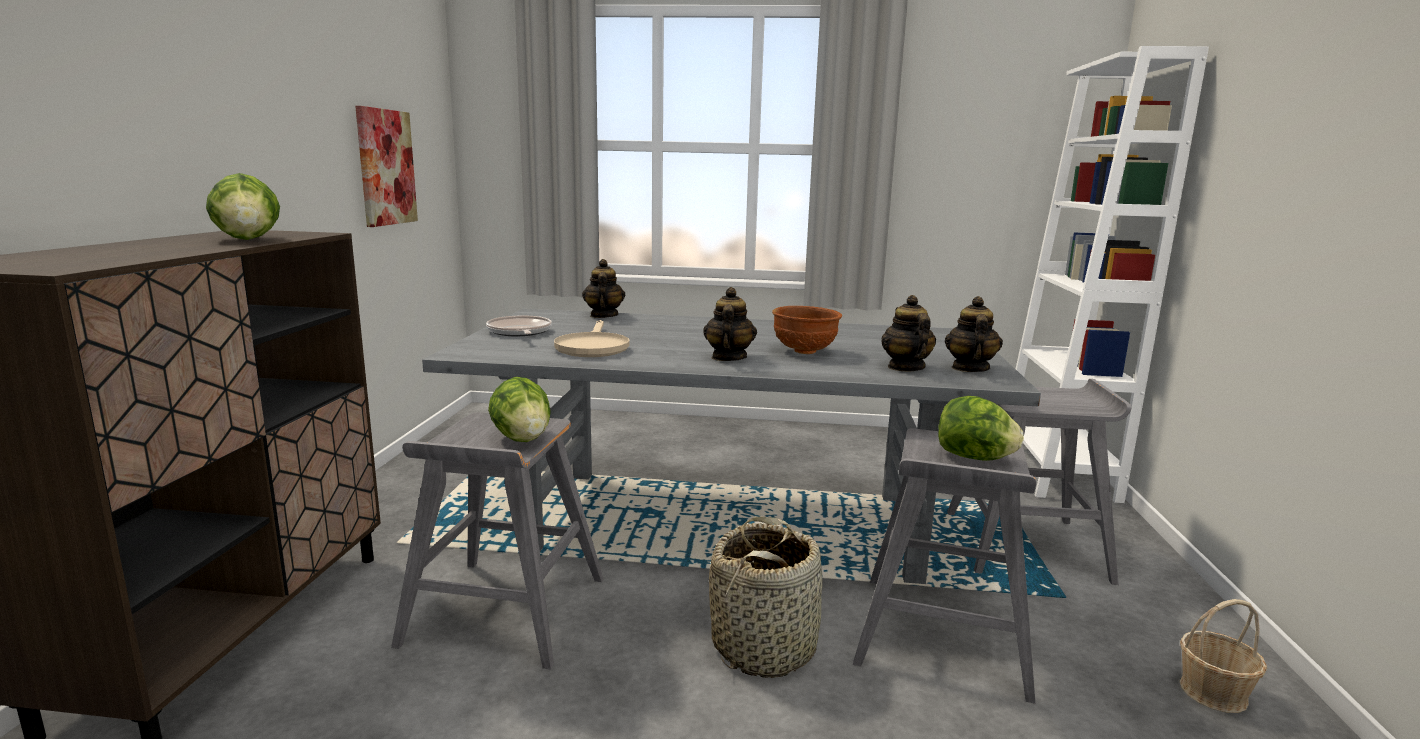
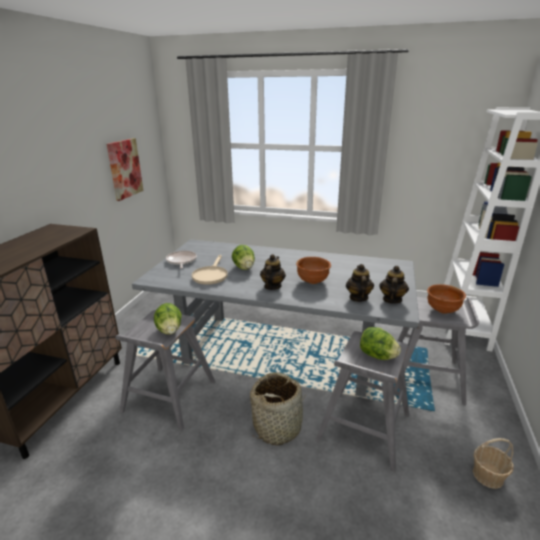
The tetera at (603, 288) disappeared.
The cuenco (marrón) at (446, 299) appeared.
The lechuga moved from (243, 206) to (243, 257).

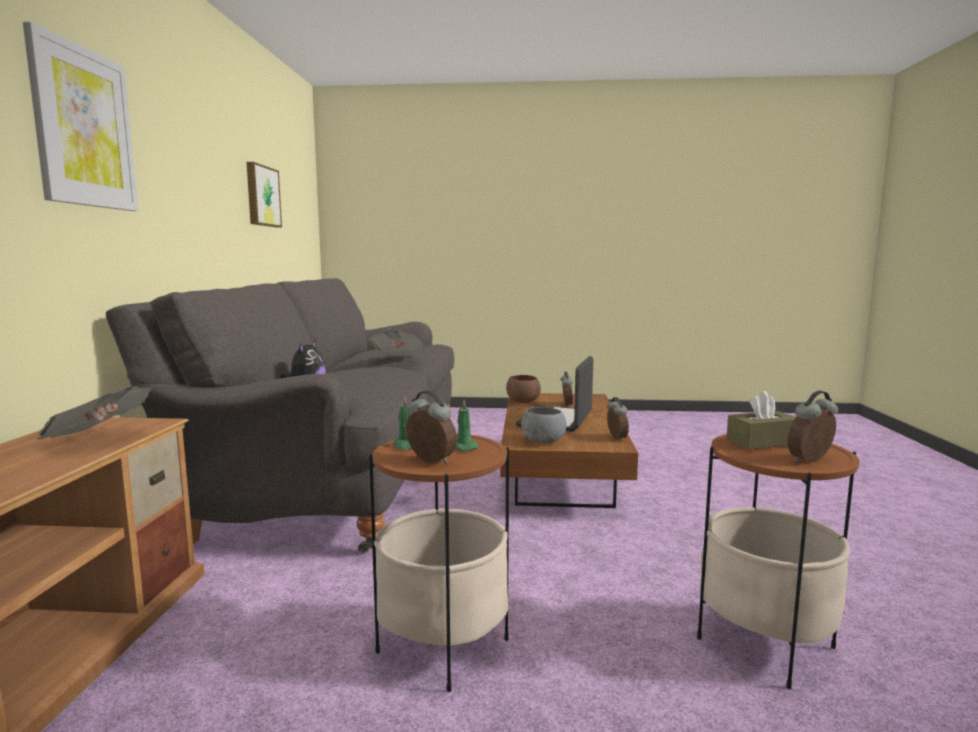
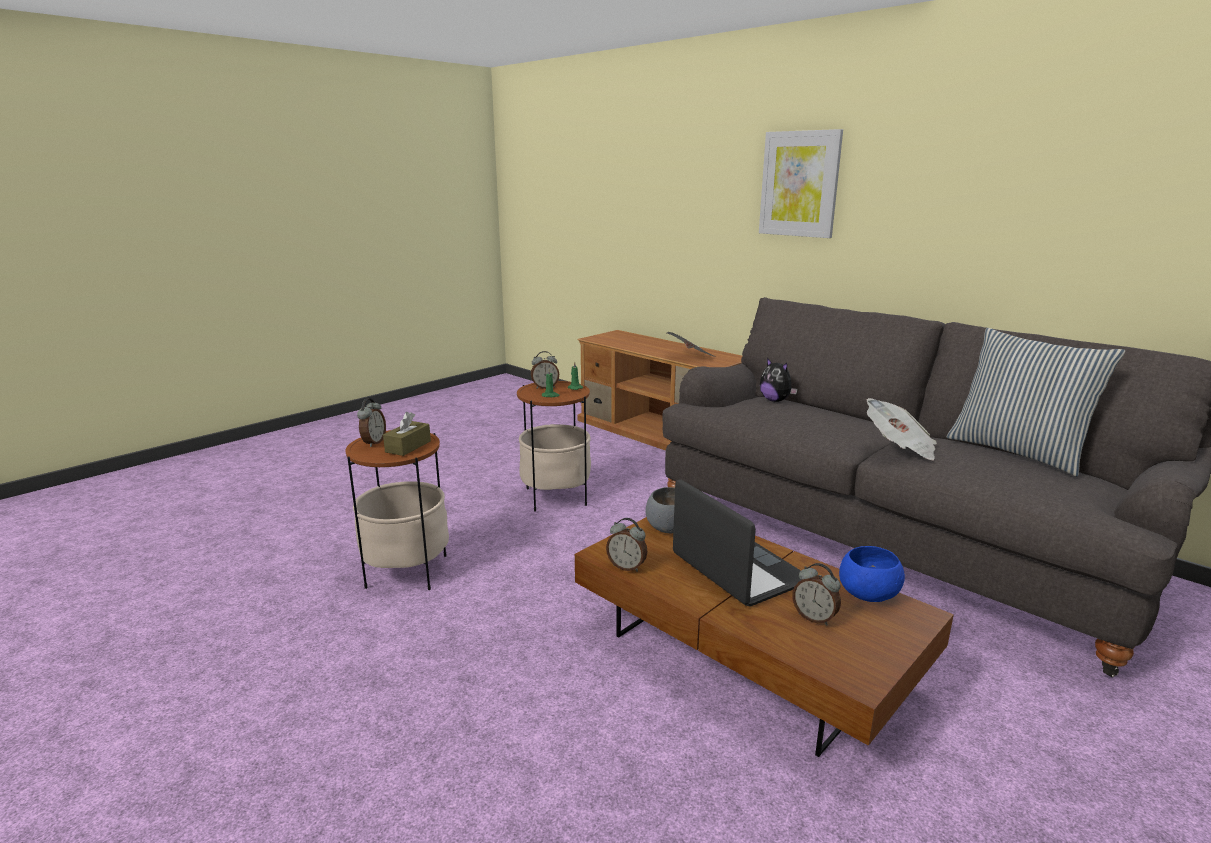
The cuadro at (264, 194) disappeared.
The cojín at (1036, 402) appeared.
The cuenco (marrón) at (523, 389) became the cuenco (azul) at (872, 574).

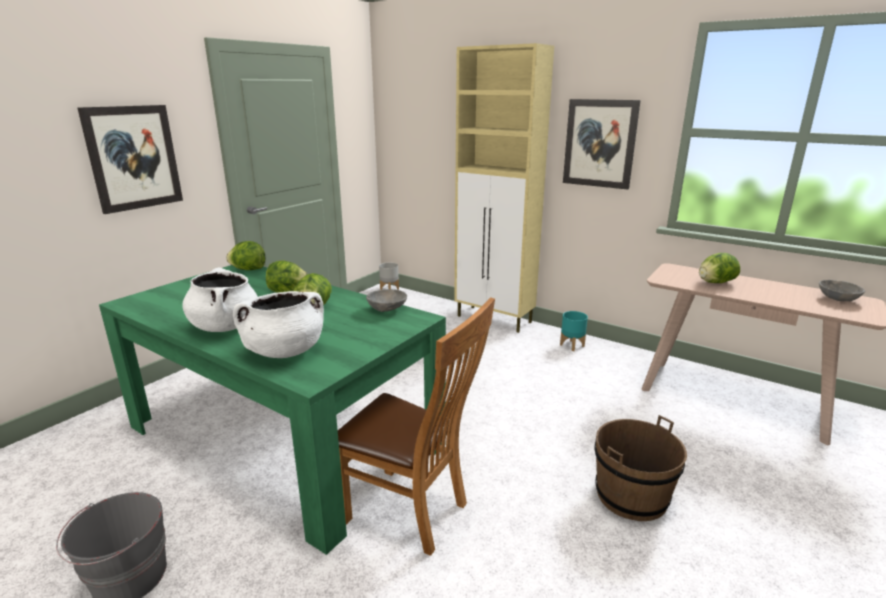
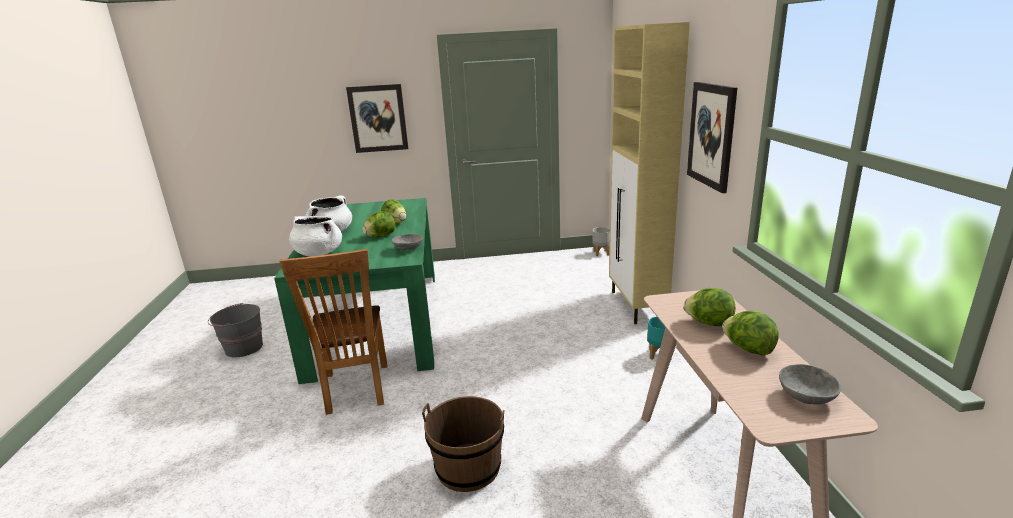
The lechuga moved from (245, 255) to (750, 333).

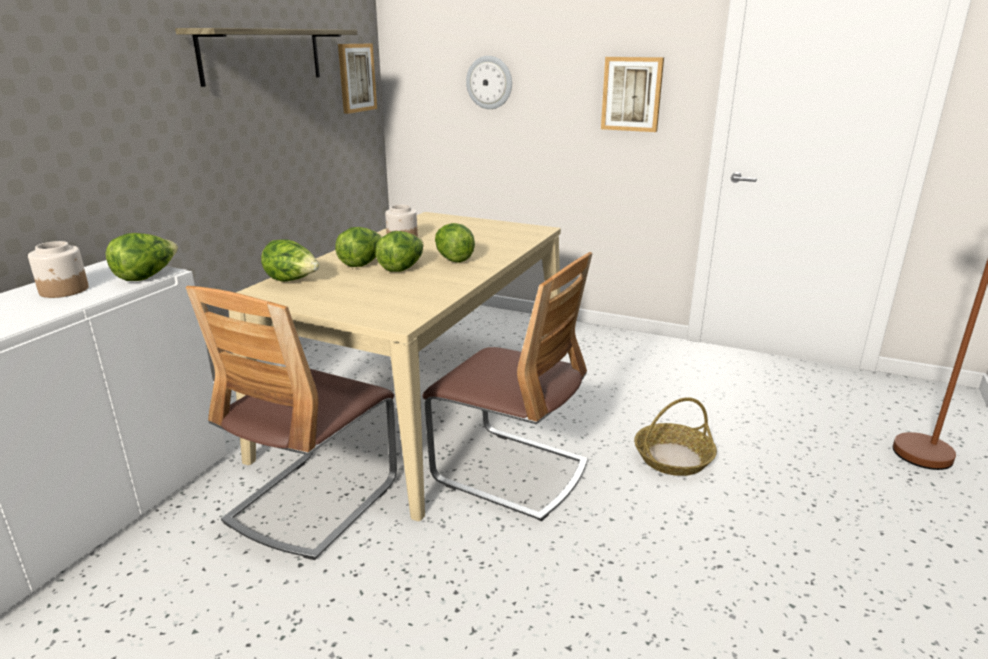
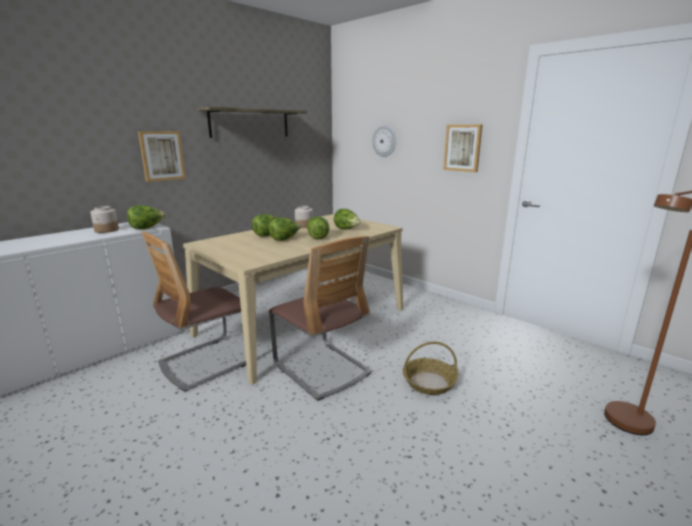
The lechuga moved from (290, 260) to (347, 219).
The cuadro moved from (357, 79) to (162, 156).

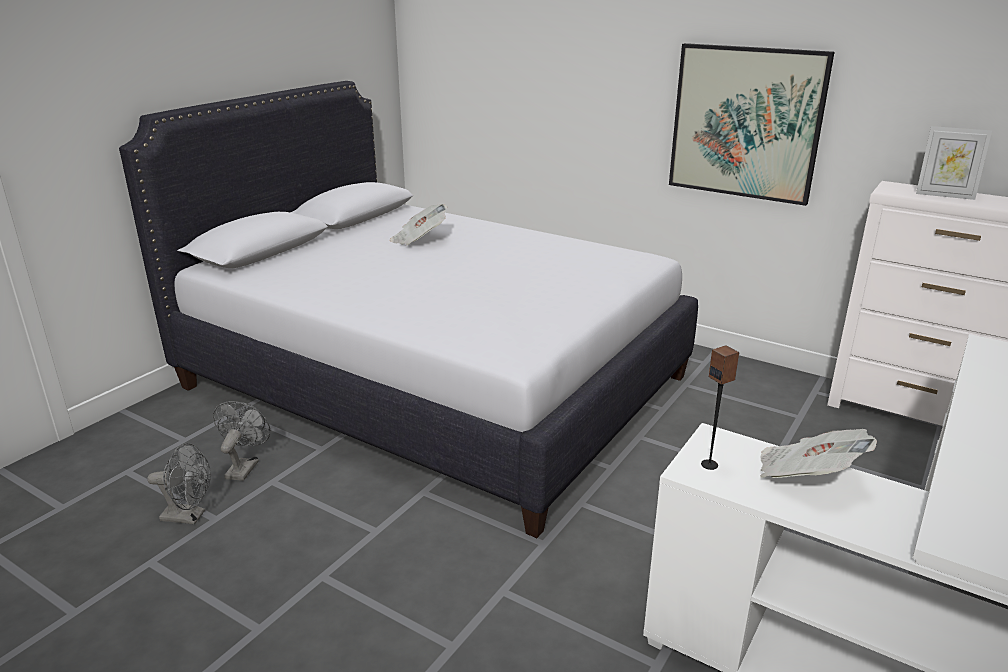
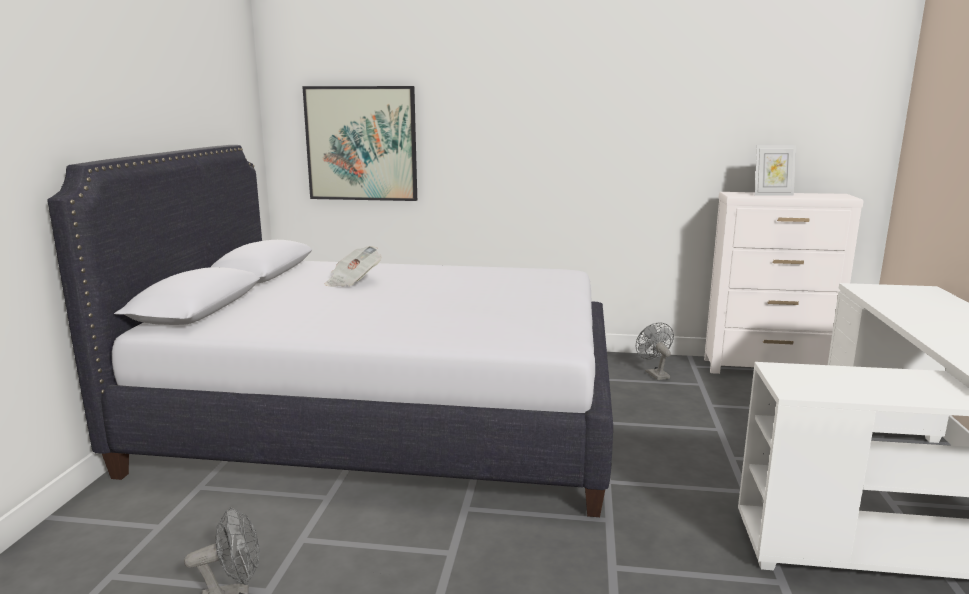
The altavoz at (720, 407) disappeared.
The periódico at (818, 453) disappeared.
The ventilador (gris) moved from (241, 441) to (655, 351).
The cuadro moved from (751, 124) to (359, 143).

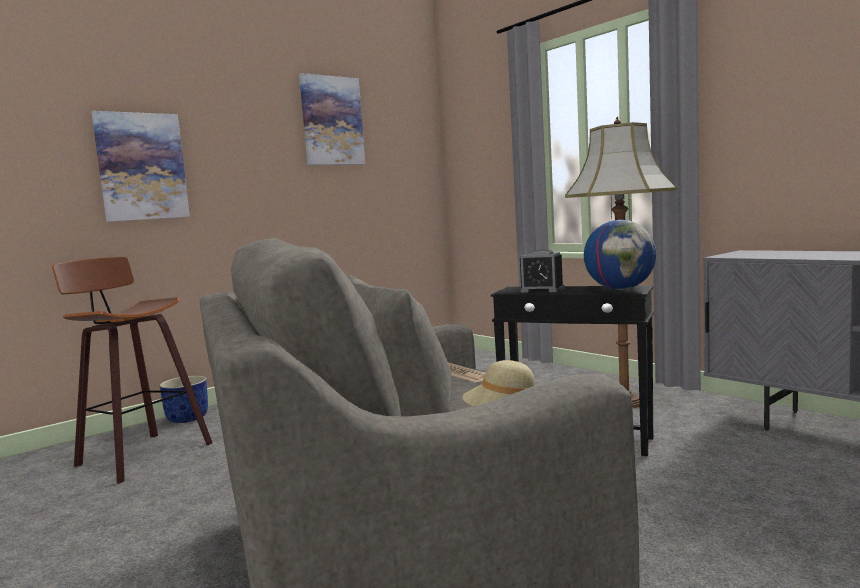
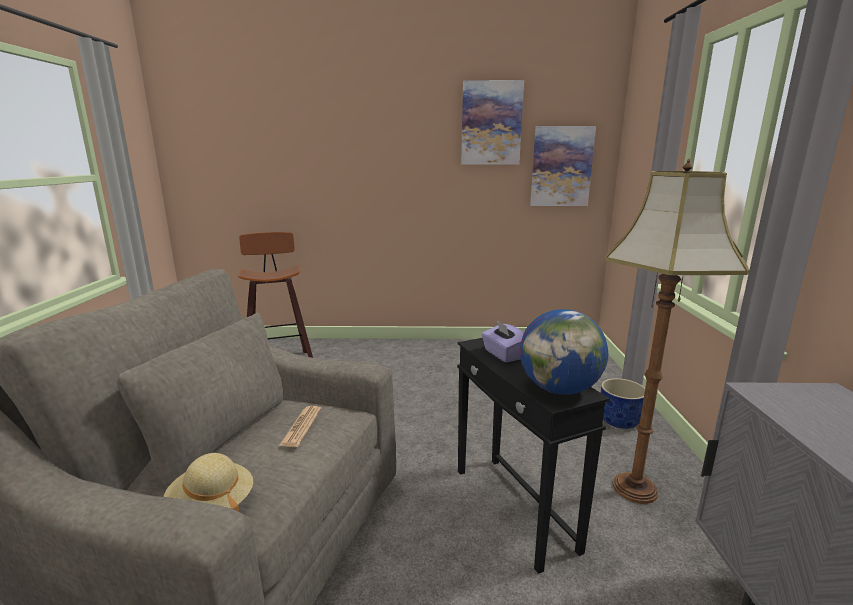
The cuadro moved from (141, 166) to (563, 166).
The maceta (azul) moved from (183, 399) to (623, 403).
The despertador at (542, 271) was replaced by the caja de pañuelos (morado) at (502, 341).

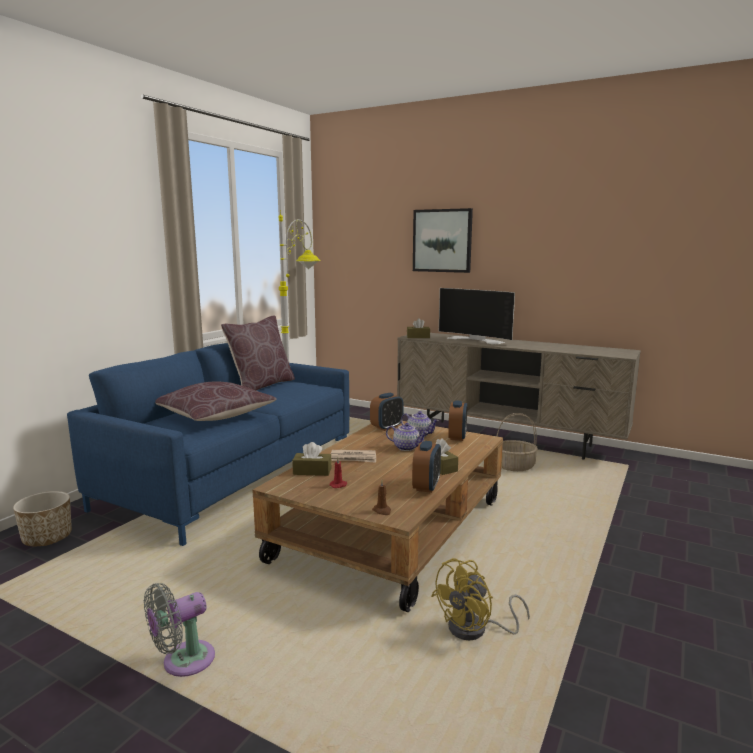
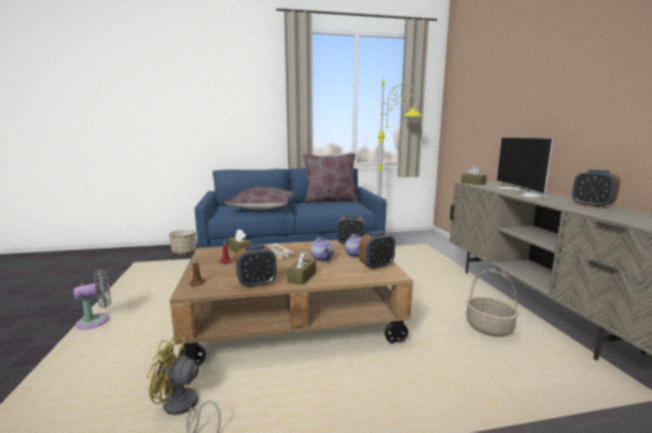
The cuadro at (443, 240) disappeared.
The despertador at (596, 189) appeared.
The ventilador (gris) at (179, 630) turned 135 degrees clockwise.

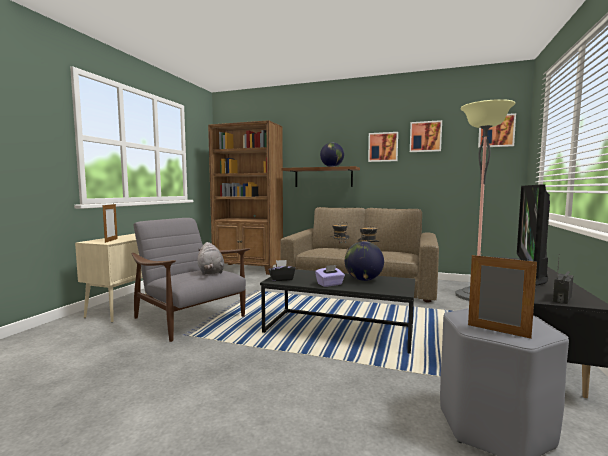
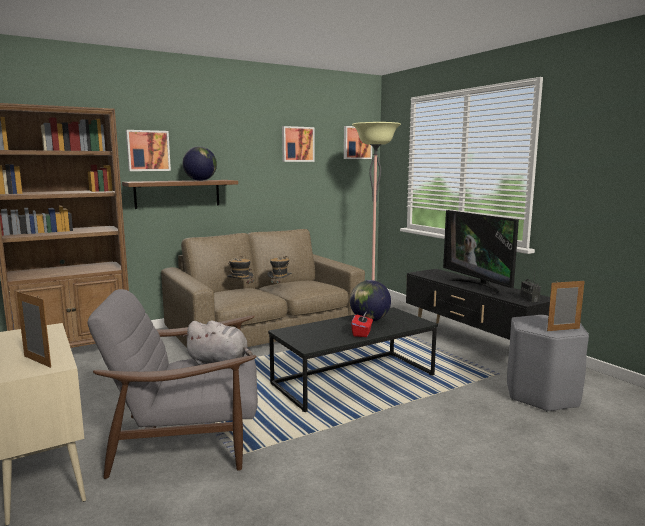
The caja de pañuelos (negro) at (281, 270) disappeared.
The cuadro moved from (383, 147) to (148, 150).
The caja de pañuelos (morado) at (330, 276) became the caja de pañuelos (rojo) at (362, 324).

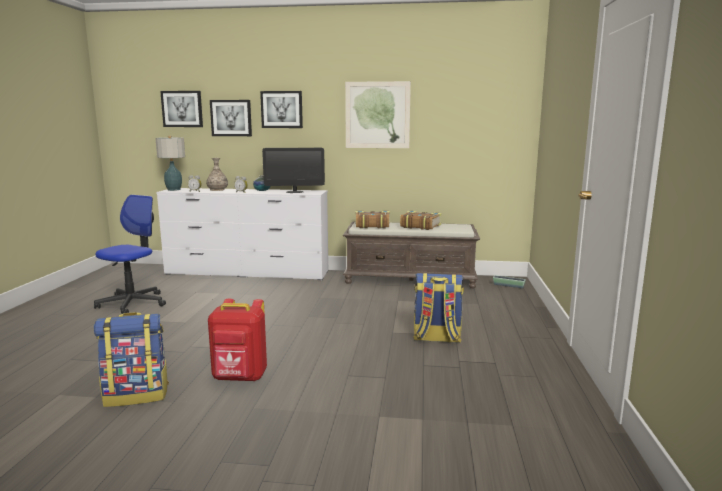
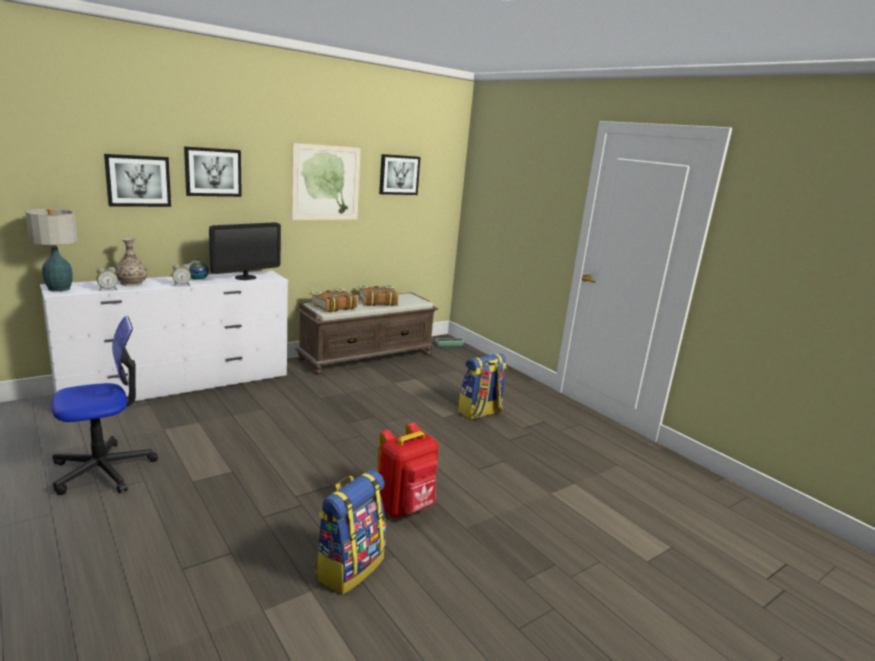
The cuadro moved from (181, 109) to (400, 174).
The silla de oficina at (130, 254) turned 75 degrees clockwise.

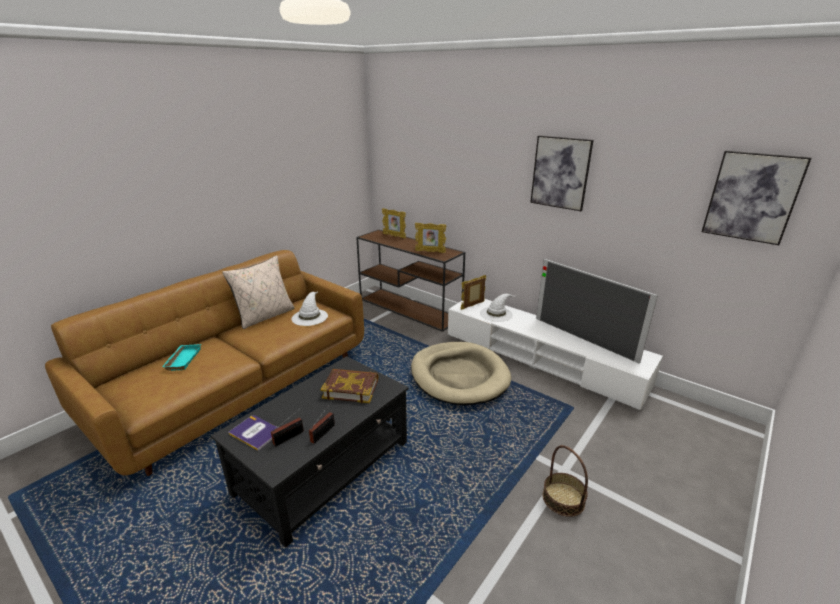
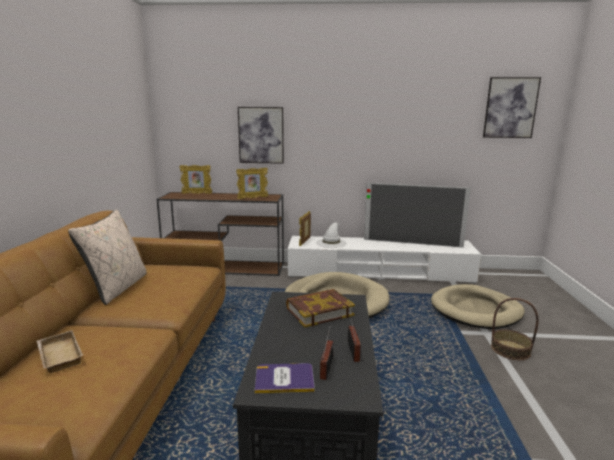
The sombrero (blanco) at (310, 308) disappeared.
The cama para perro (beis) at (478, 306) appeared.
The cuadro moved from (562, 173) to (261, 135).
The bandeja (turquesa) at (181, 357) became the bandeja (beis) at (60, 351).

